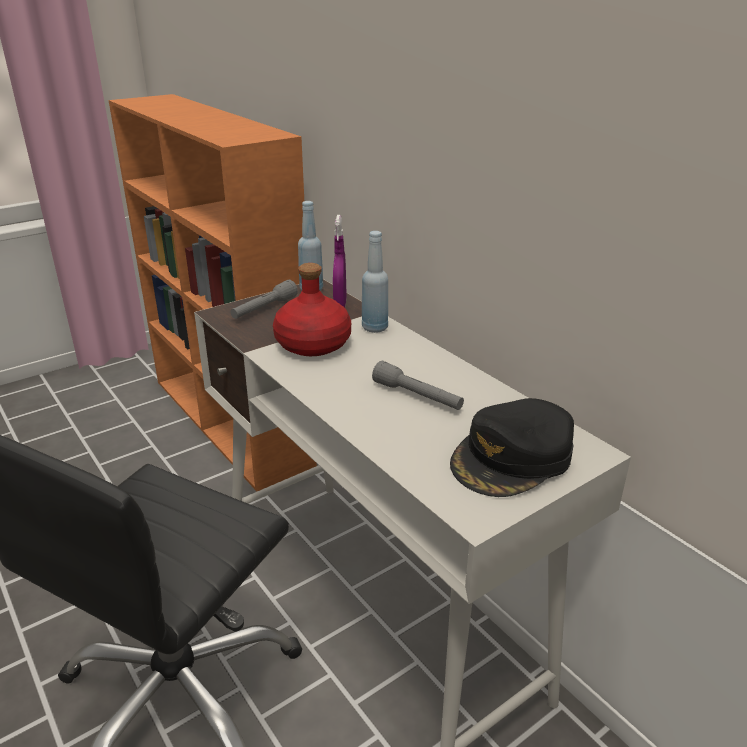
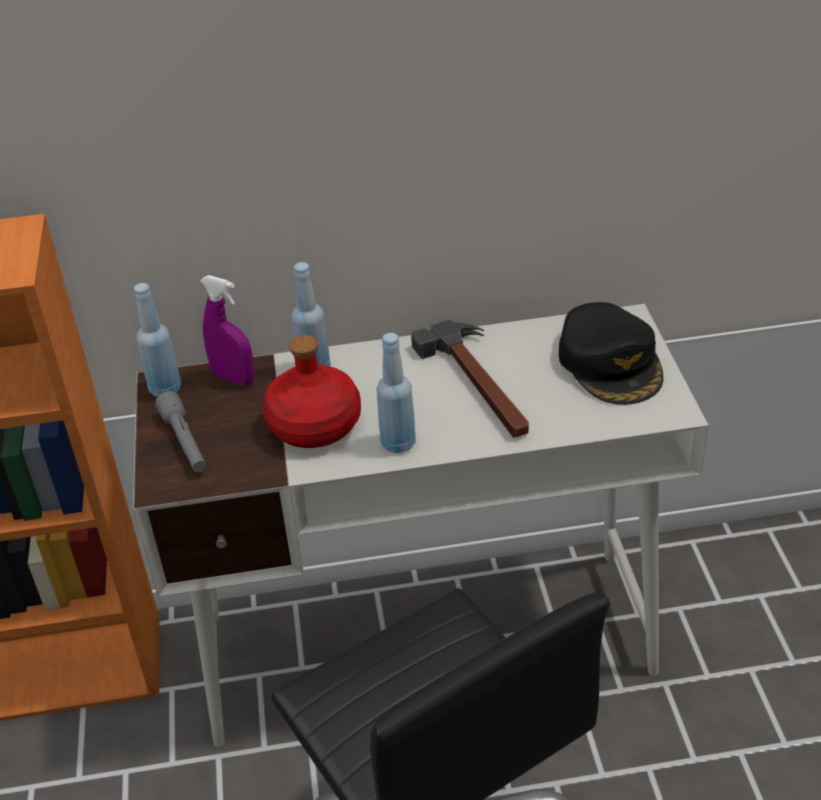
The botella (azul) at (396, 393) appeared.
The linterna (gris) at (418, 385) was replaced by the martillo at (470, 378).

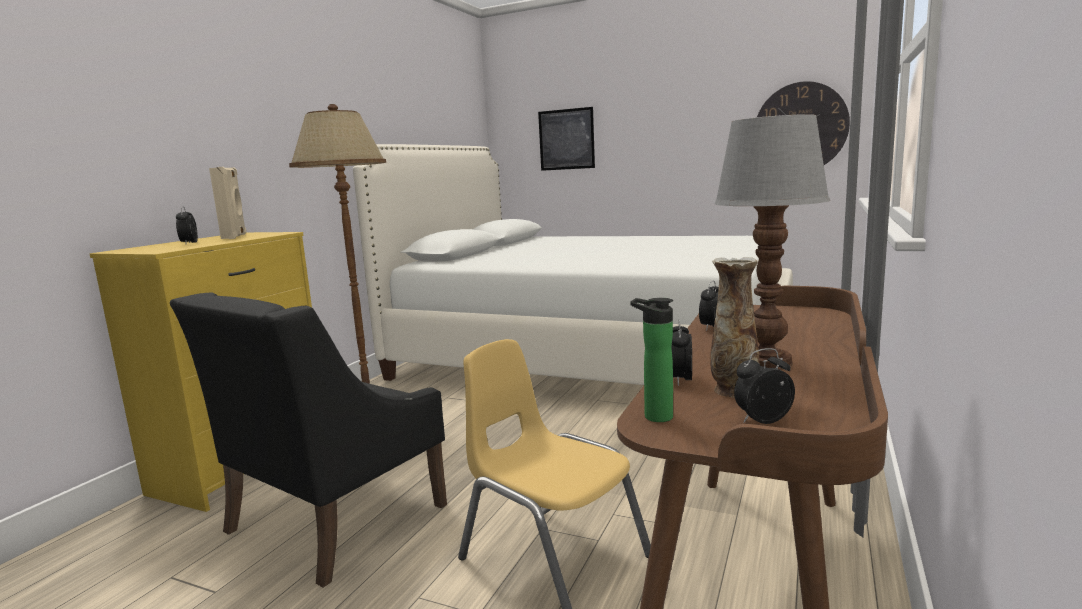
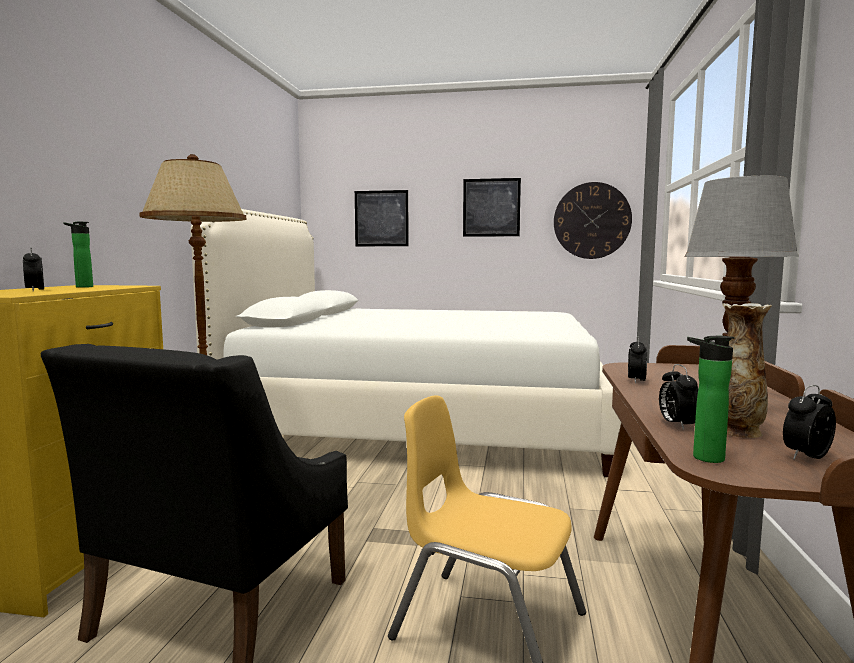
The cuadro at (492, 207) appeared.
The altavoz (beis) at (227, 203) was replaced by the botella at (78, 255).

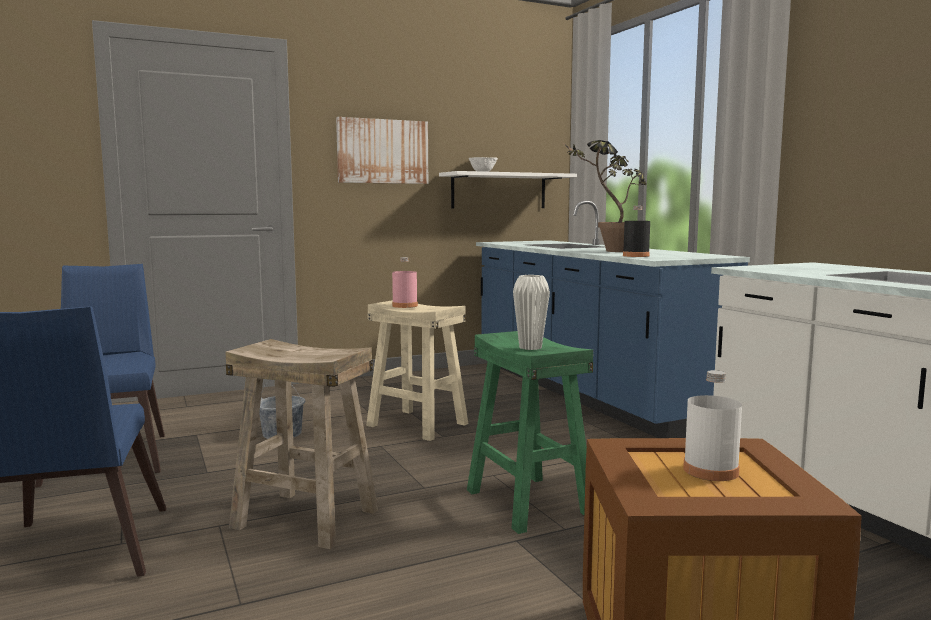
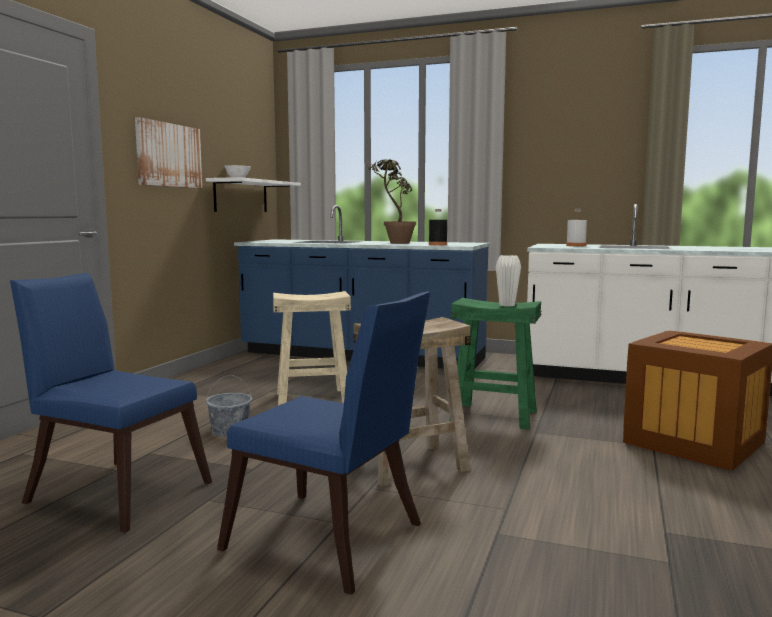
The botella (rosa) at (405, 282) disappeared.
The botella (blanco) moved from (712, 425) to (576, 227).

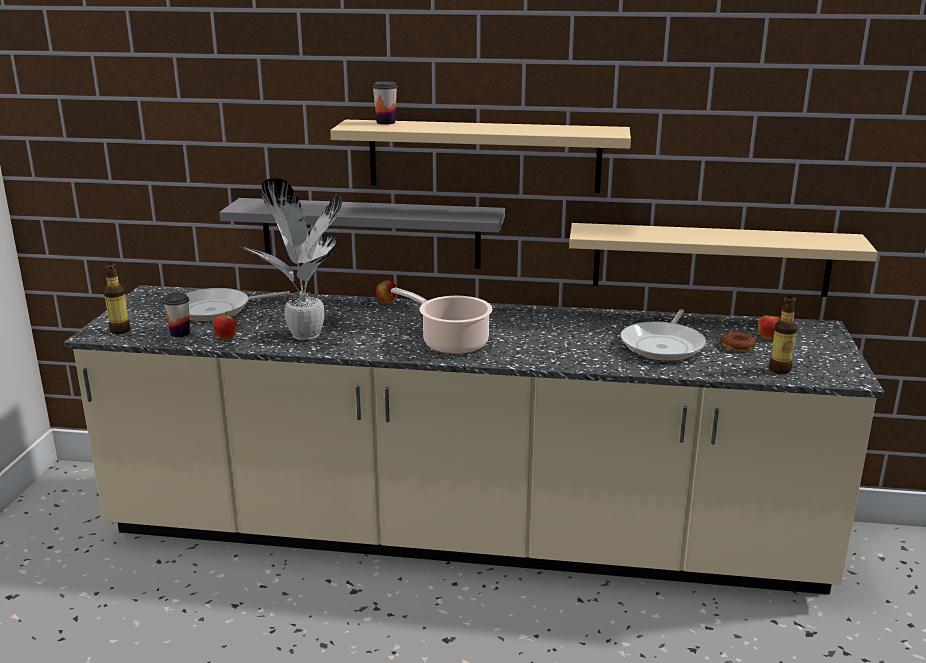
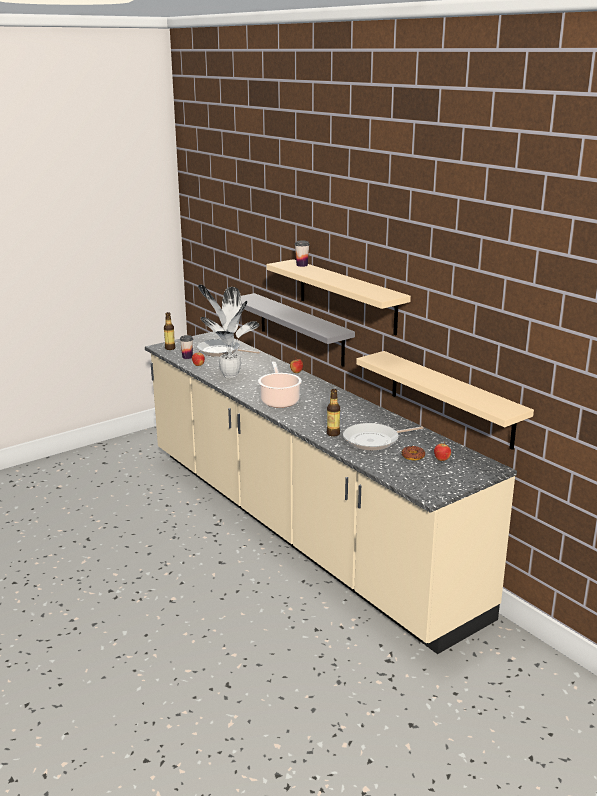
The botella moved from (783, 335) to (333, 413).

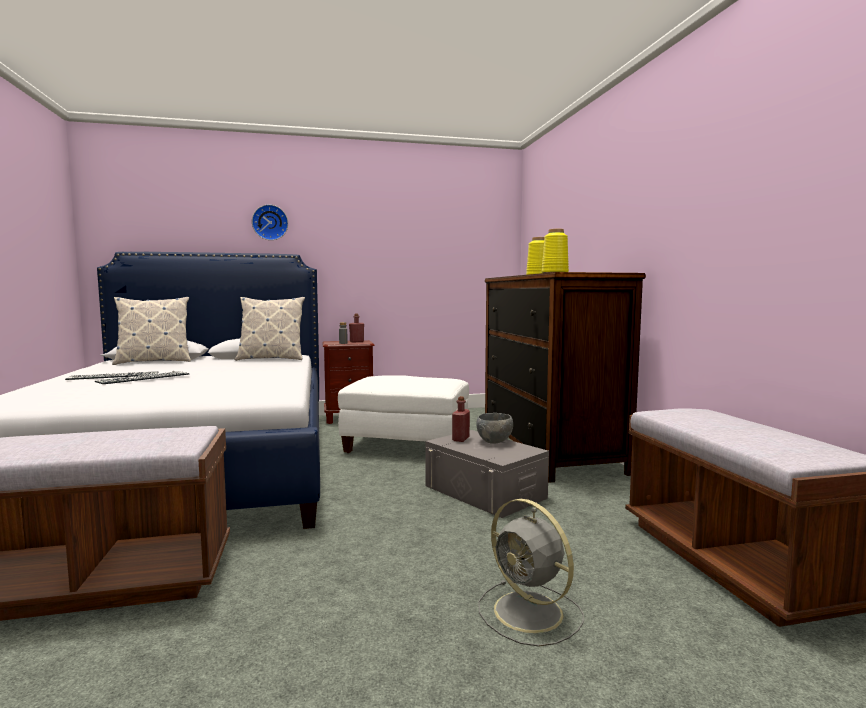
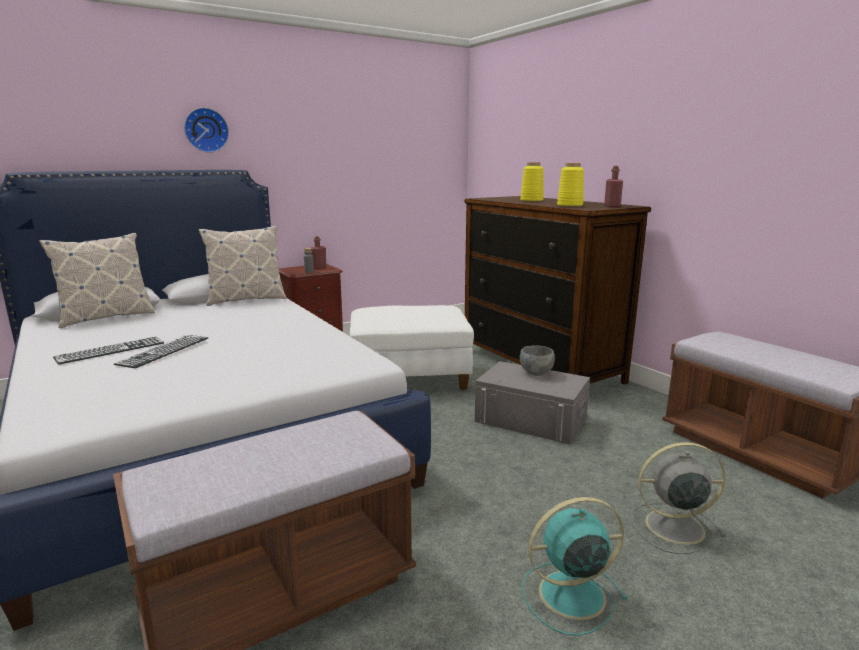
The ventilador (turquesa) at (575, 566) appeared.
The botella (rojo) moved from (461, 419) to (613, 186).
The ventilador (gris) at (531, 573) turned 150 degrees clockwise.

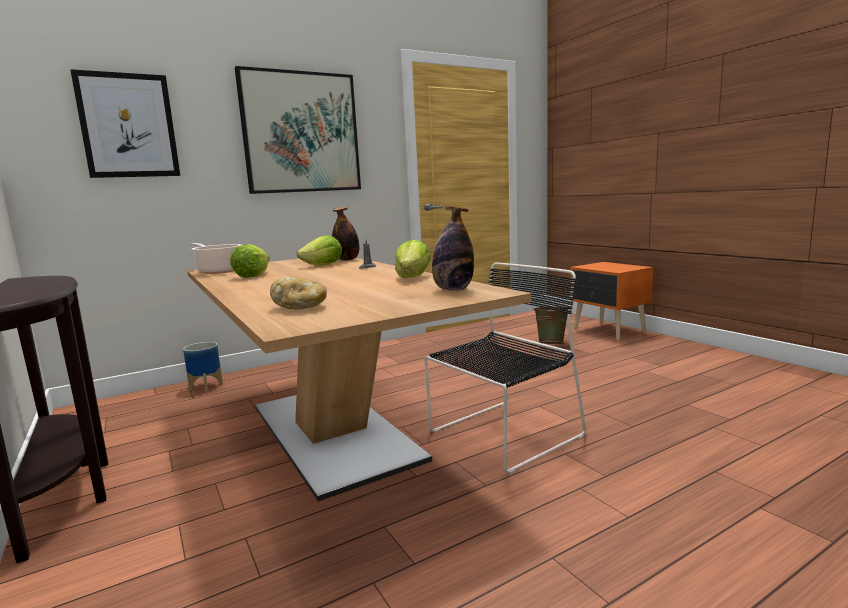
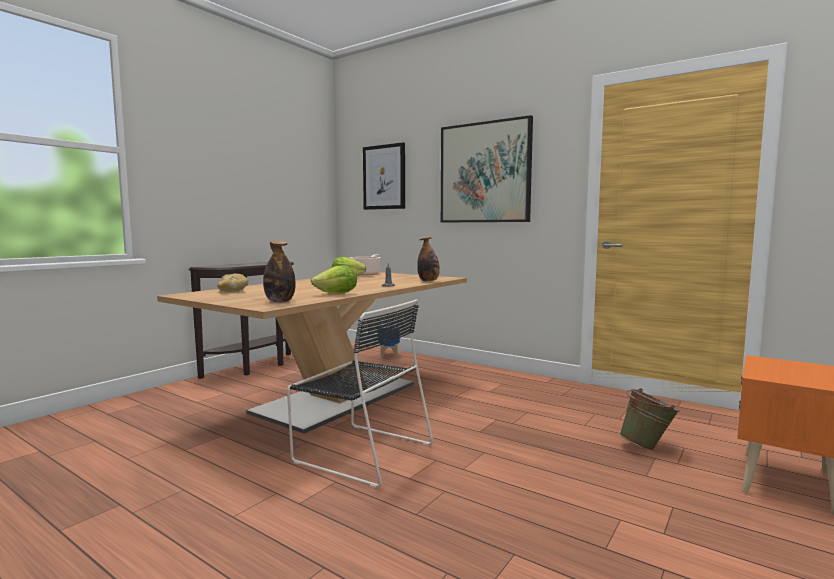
The lechuga at (319, 250) disappeared.

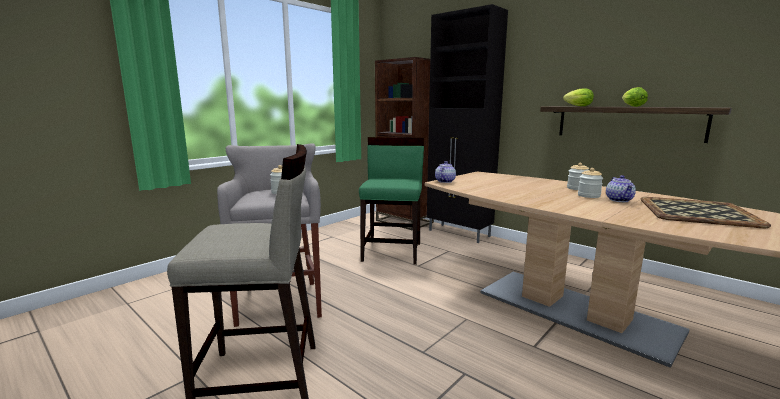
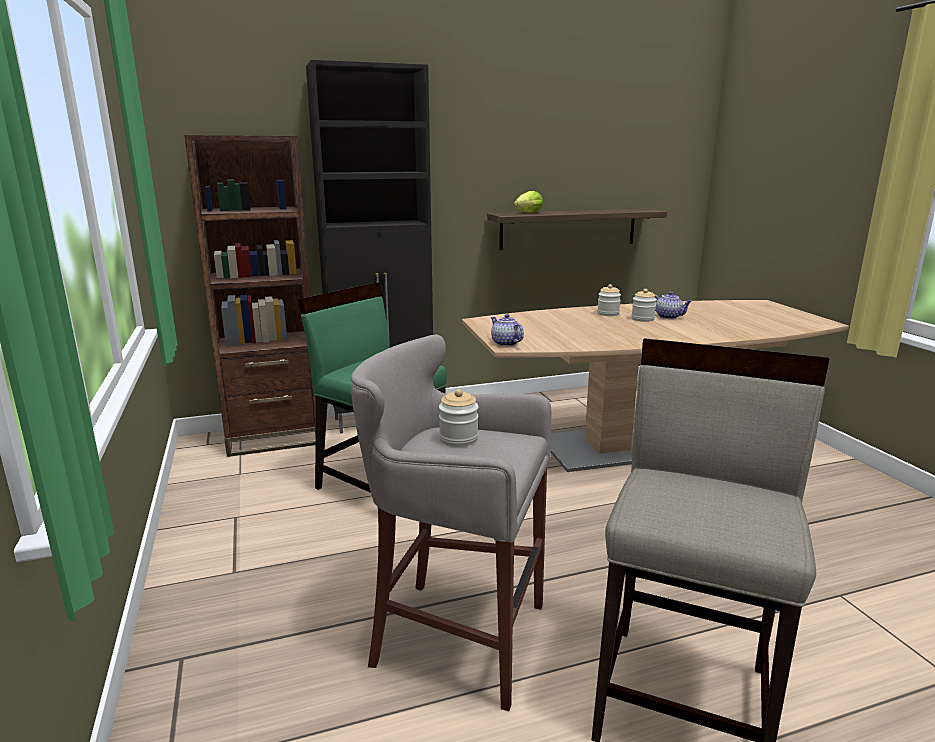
The lechuga at (635, 97) disappeared.
The bandeja at (706, 212) disappeared.

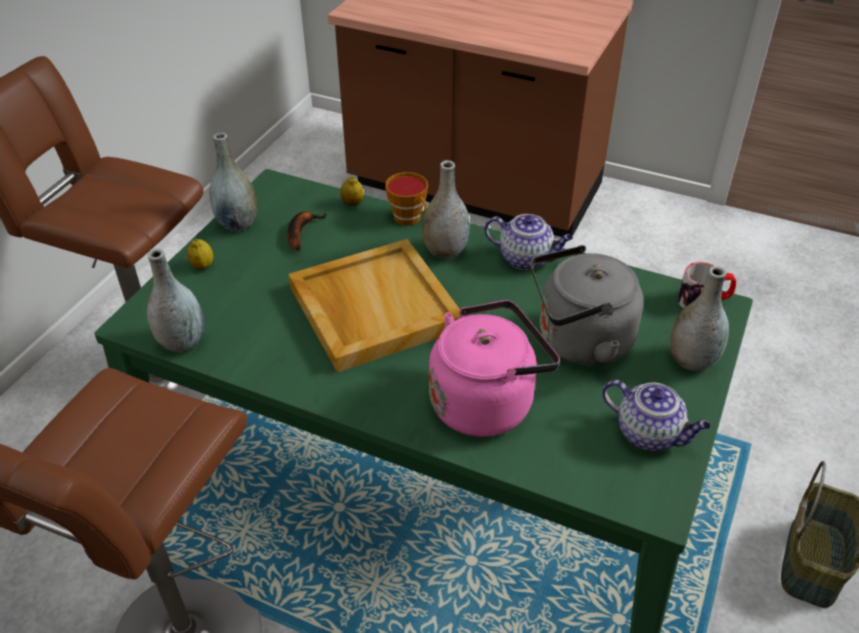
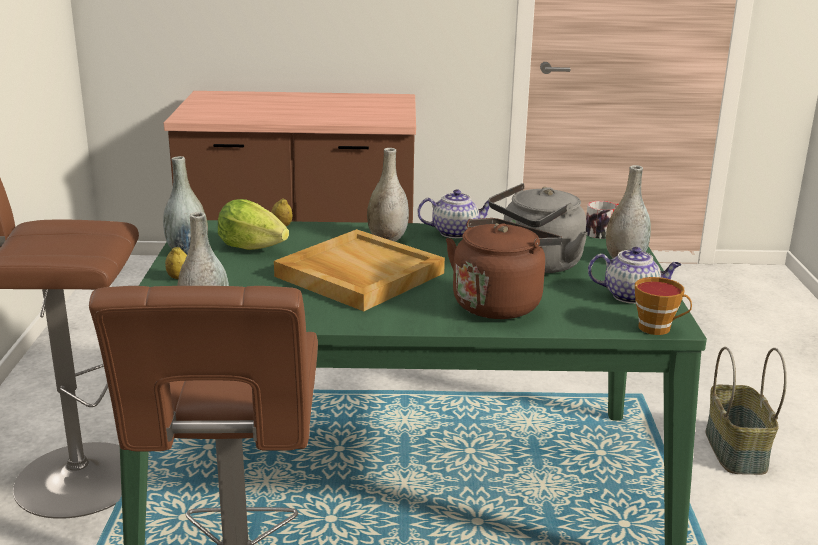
The taza moved from (406, 199) to (663, 306).
The plátano at (306, 231) was replaced by the lechuga at (253, 224).
The hervidor (rosa) at (494, 368) became the hervidor (marrón) at (504, 268).

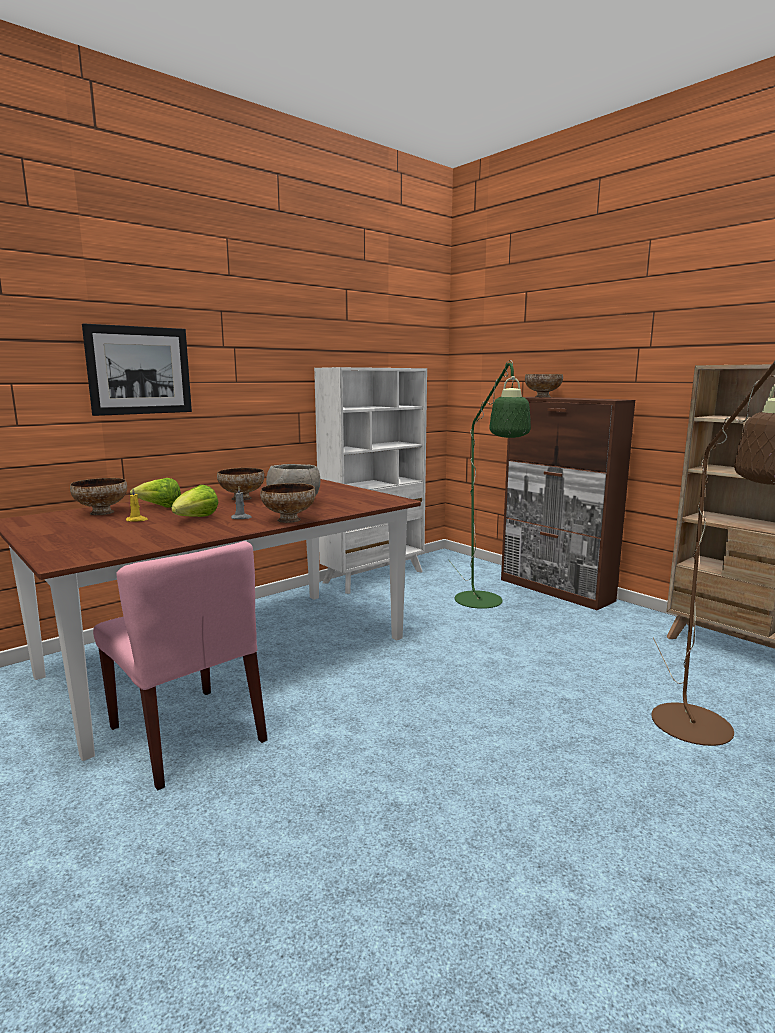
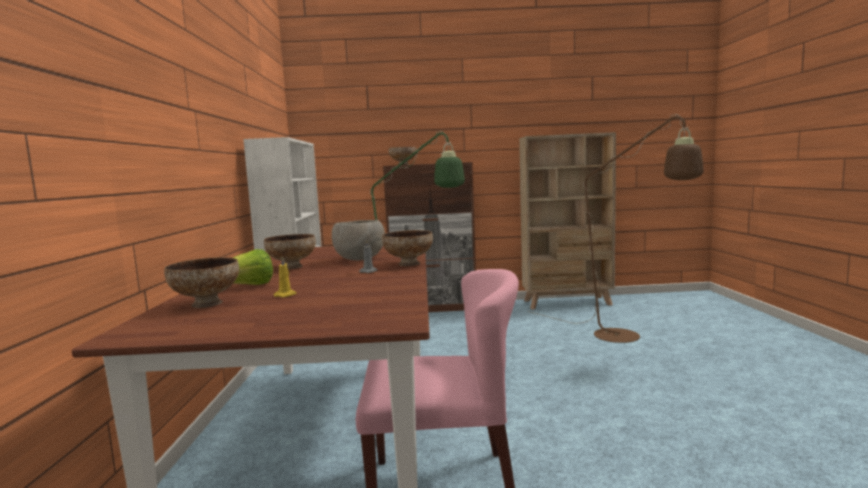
The cuadro at (137, 369) disappeared.
The lechuga at (195, 501) disappeared.

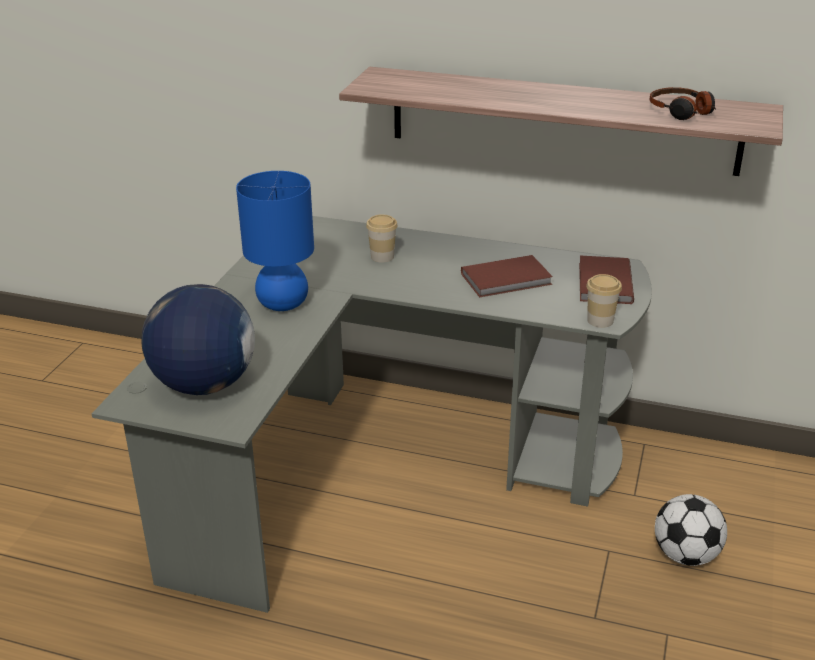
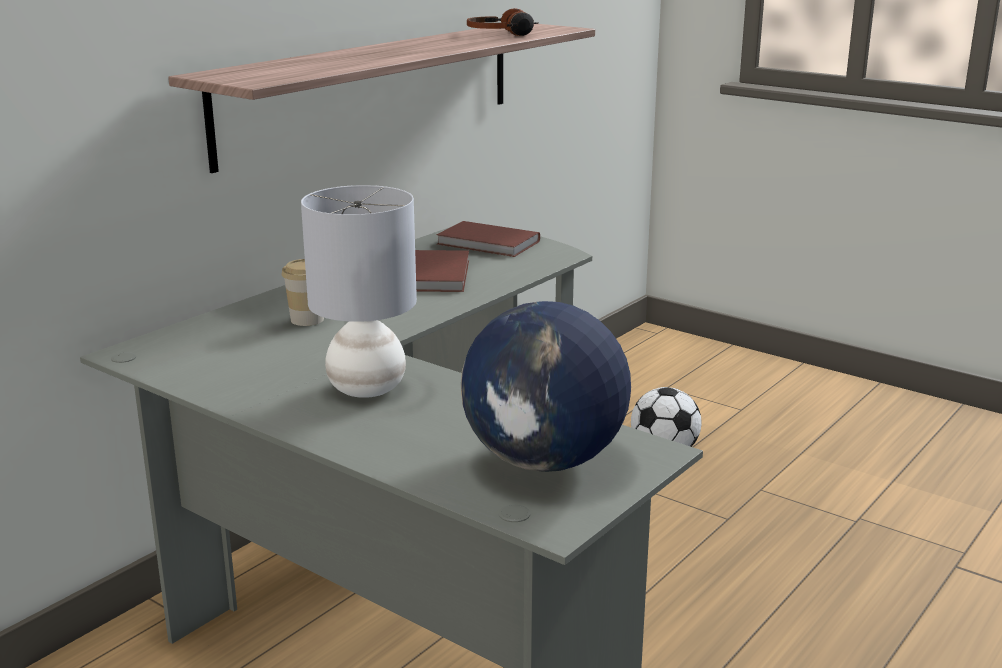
The taza at (604, 301) disappeared.
The lámpara de mesa (azul) at (275, 241) became the lámpara de mesa (gris) at (359, 291).

